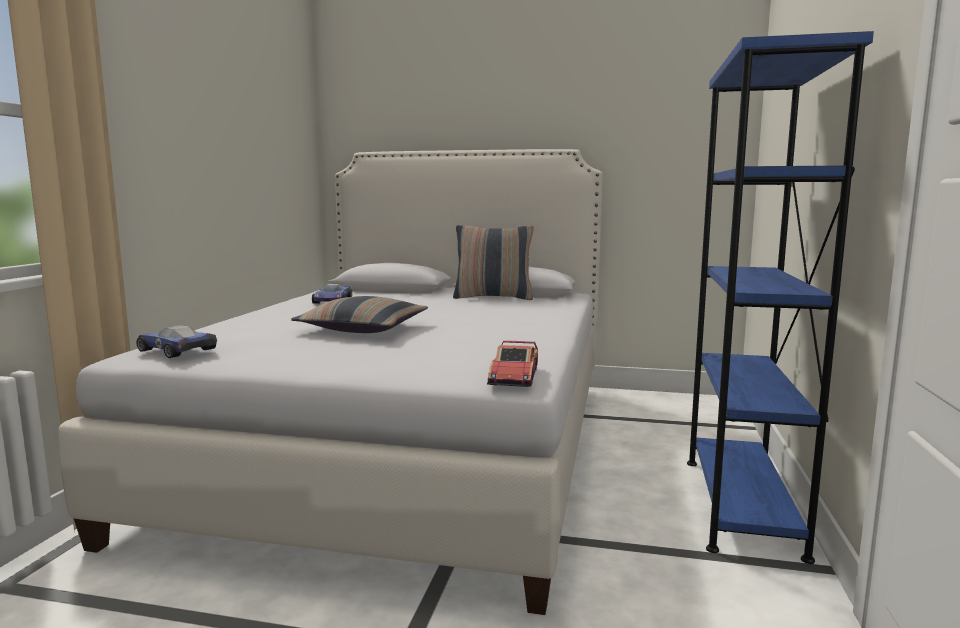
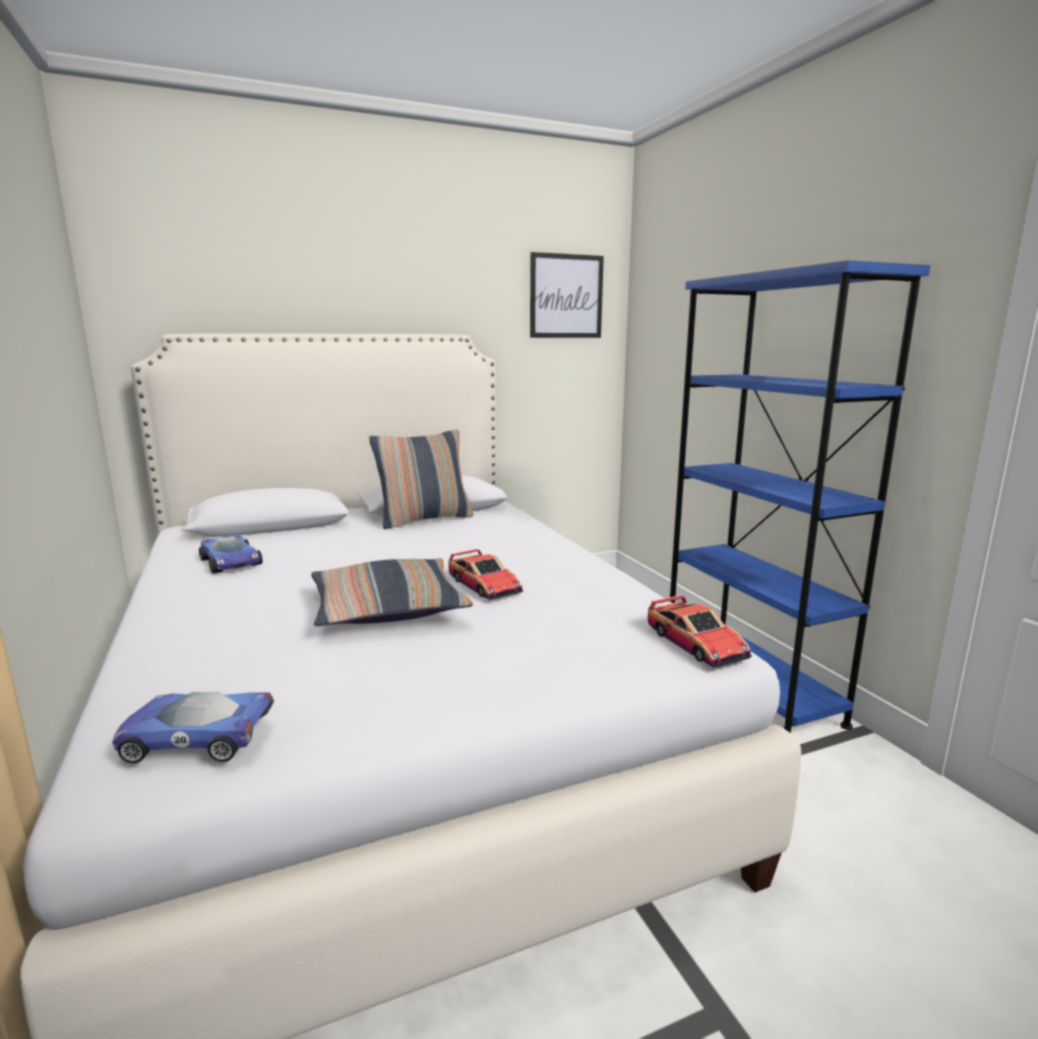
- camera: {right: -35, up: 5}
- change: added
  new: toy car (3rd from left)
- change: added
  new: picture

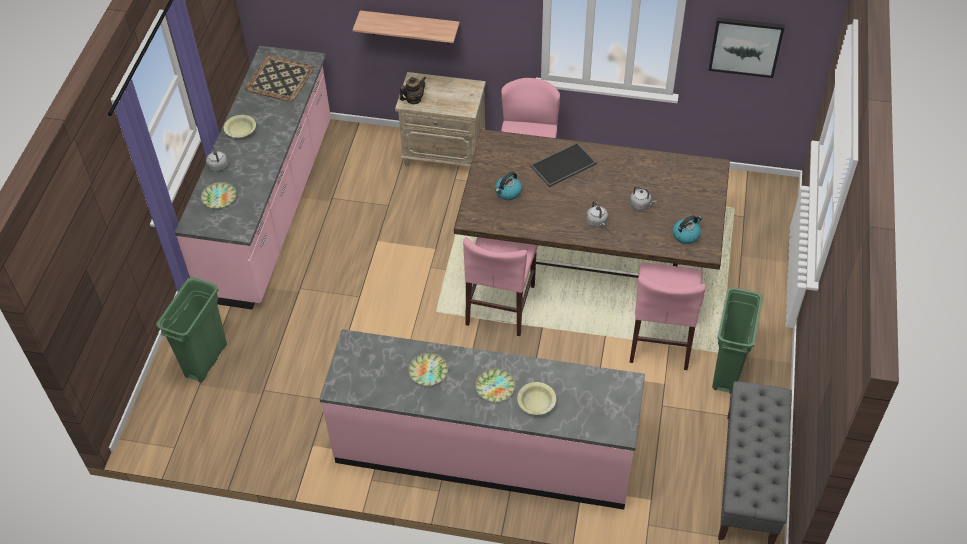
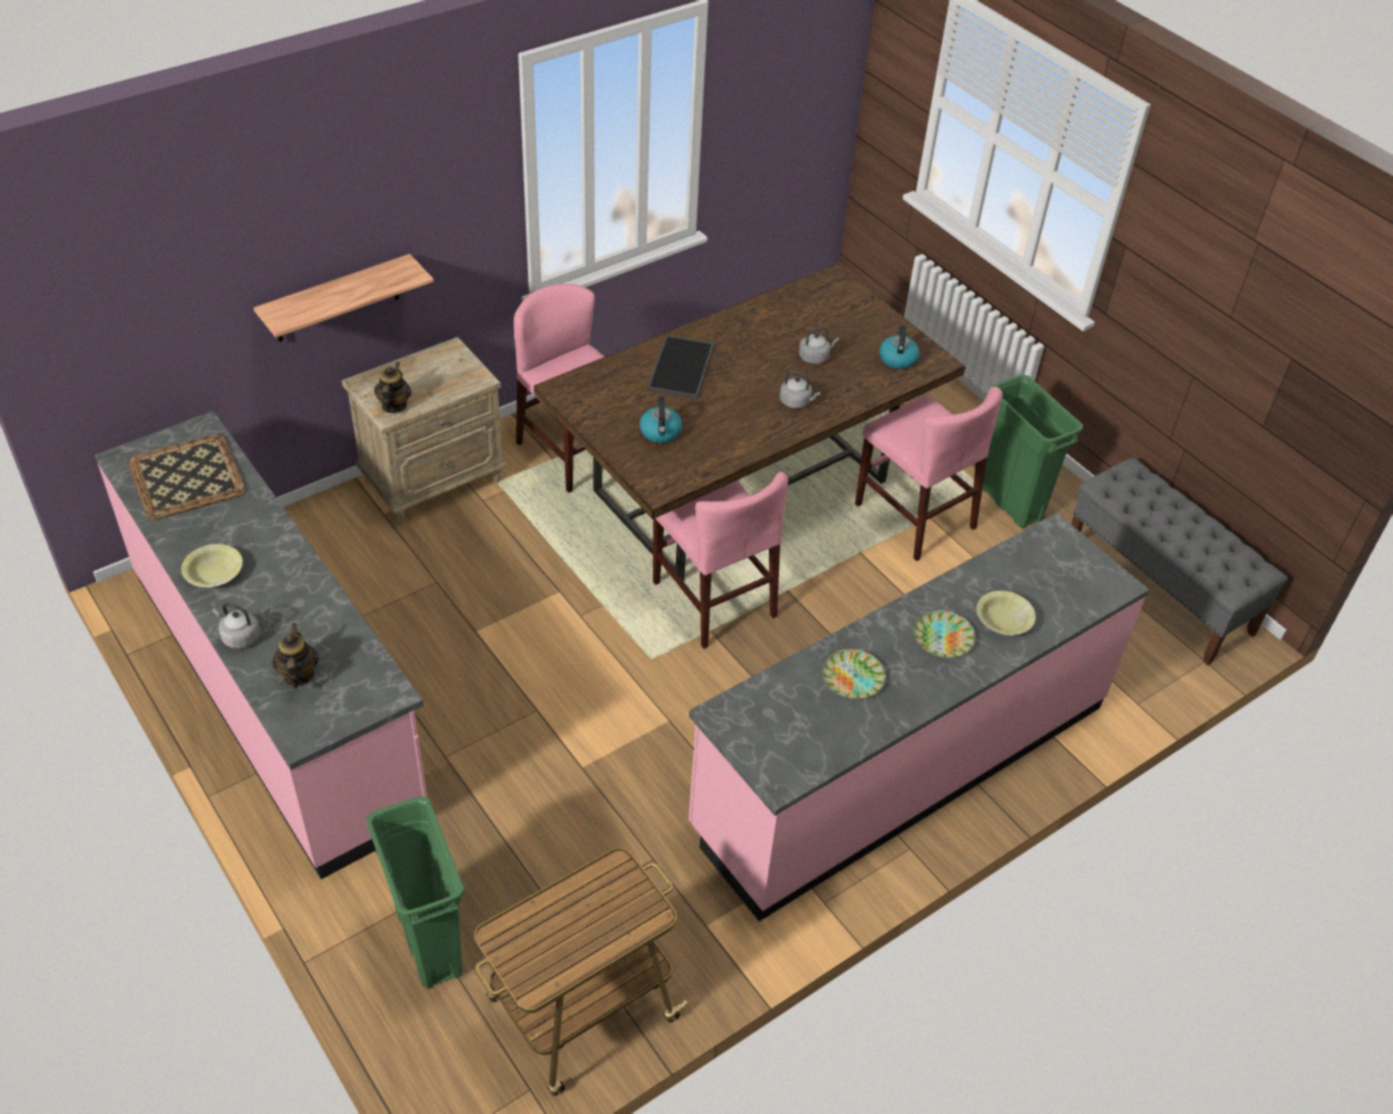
- camera: {right: -50, up: -5}
- change: removed
  old: picture
- change: added
  new: cart
- change: replaced
  old: plate (1st from left)
  new: teapot (1st from left)

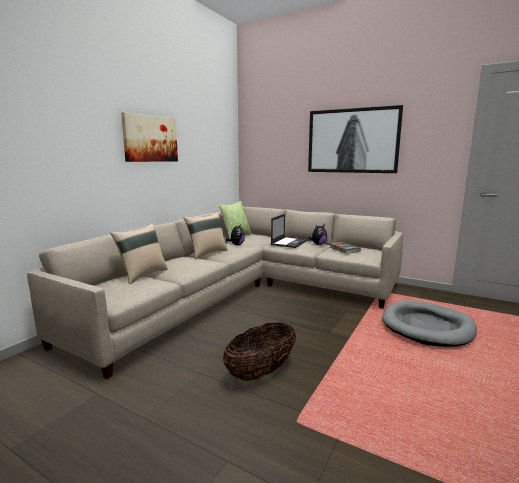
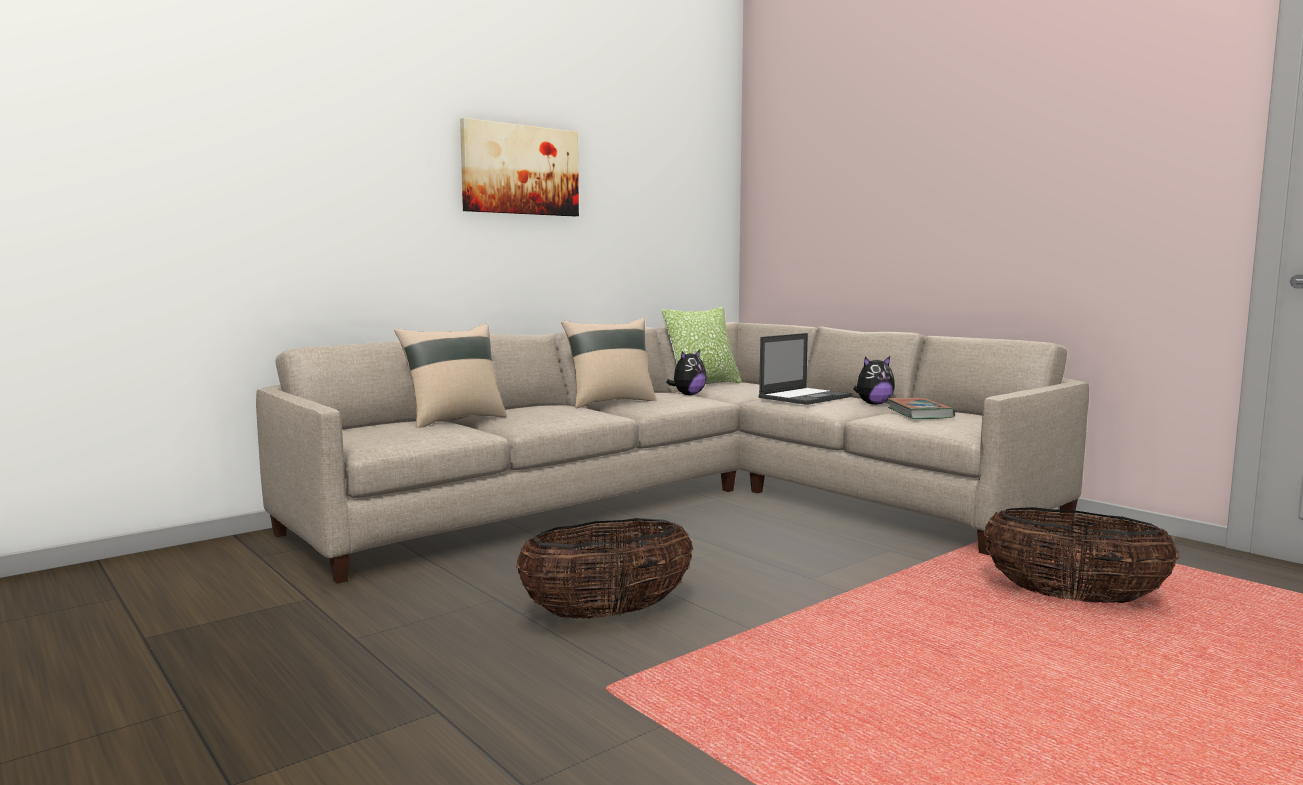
- camera: {right: 20, up: -5}
- change: removed
  old: picture (2nd from left)
- change: replaced
  old: grey dog bed
  new: basket (2nd from left)

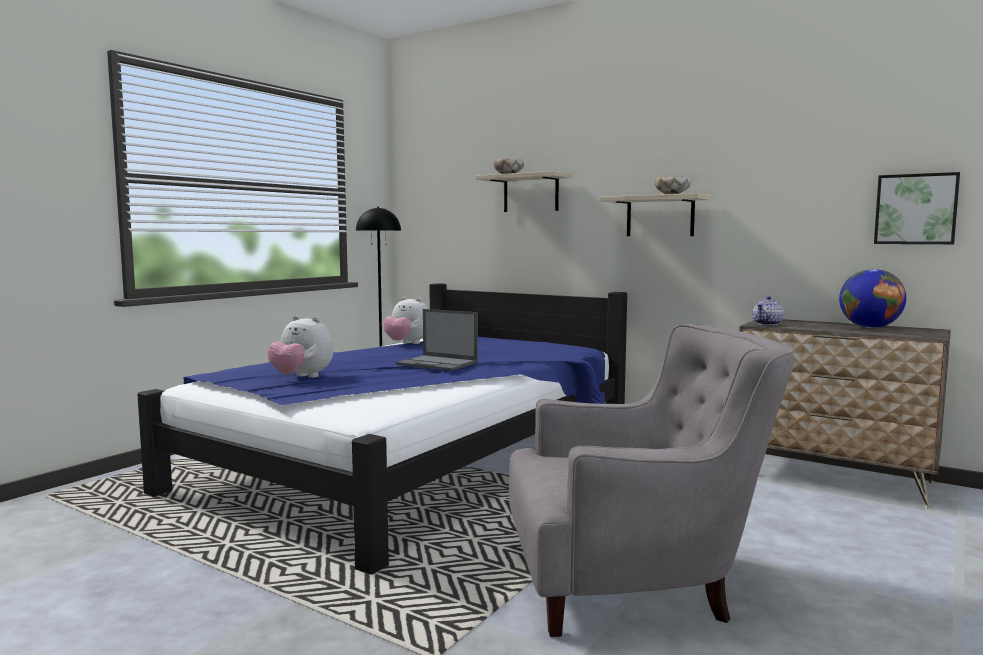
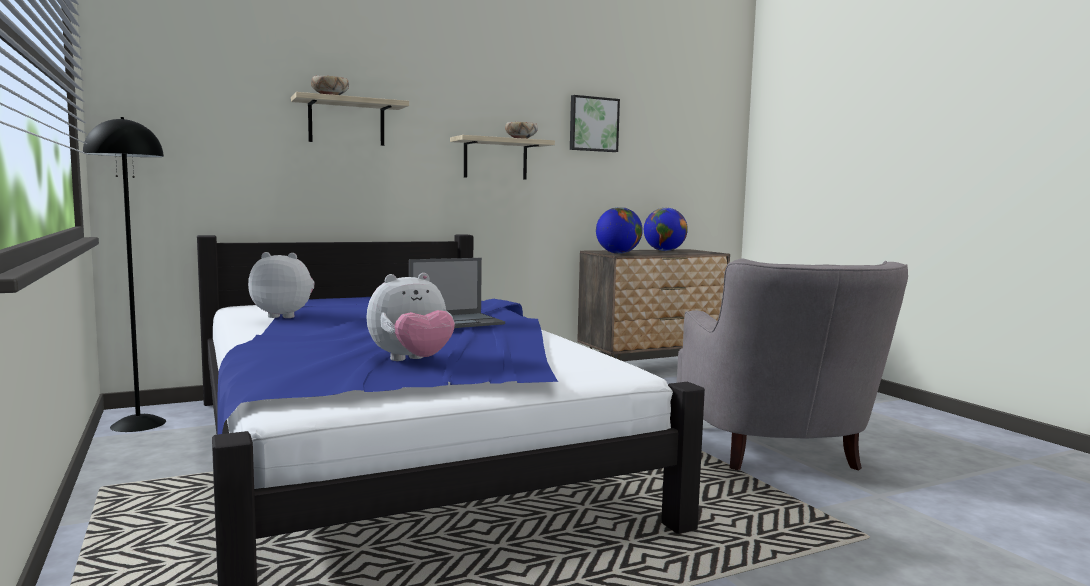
- camera: {right: -60, up: 0}
- change: moved
  old: picture
- change: replaced
  old: teapot
  new: globe (1st from left)
- change: turned
  old: plush toy (2nd from left in the first image)
  degrees: -150
- change: turned
  old: grey armchair
  degrees: 150

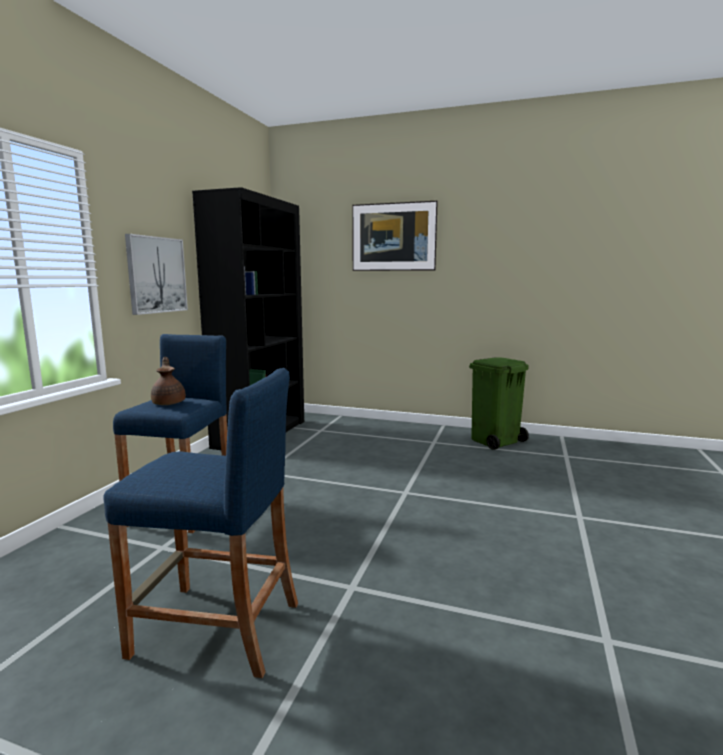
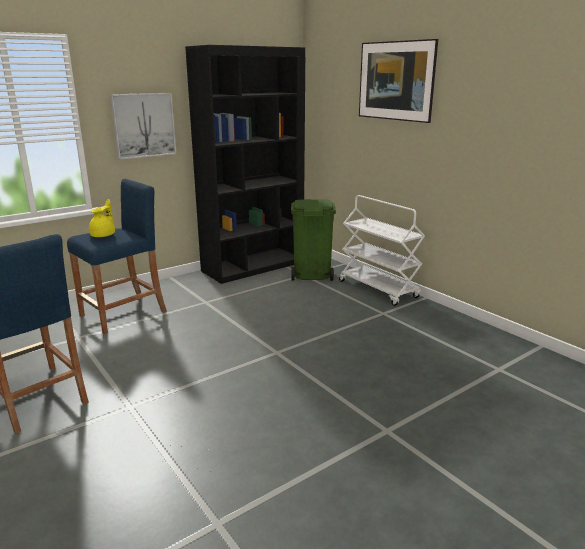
- camera: {right: 35, up: 10}
- change: added
  new: white cart
- change: moved
  old: green trash can
- change: recoloured
  old: brown teapot
  new: yellow teapot

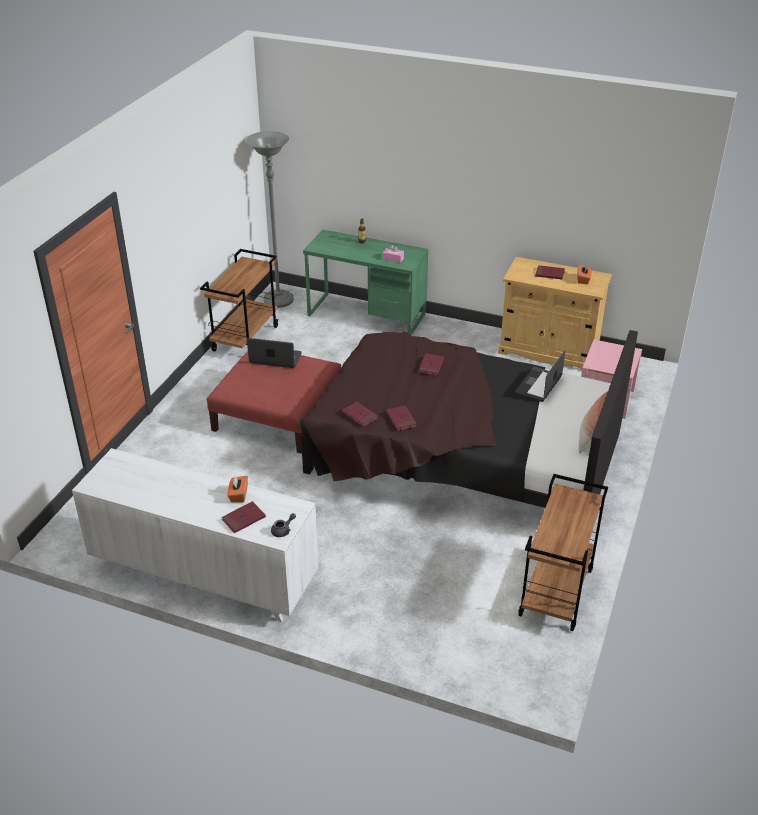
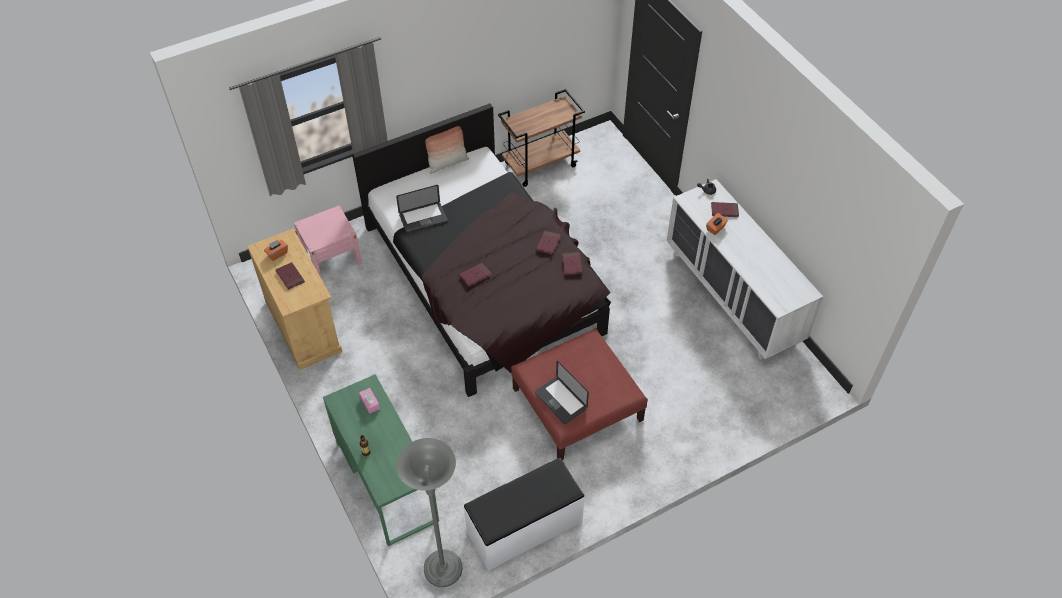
- camera: {right: -140, up: 15}
- change: replaced
  old: brown cart (1st from left)
  new: white bench

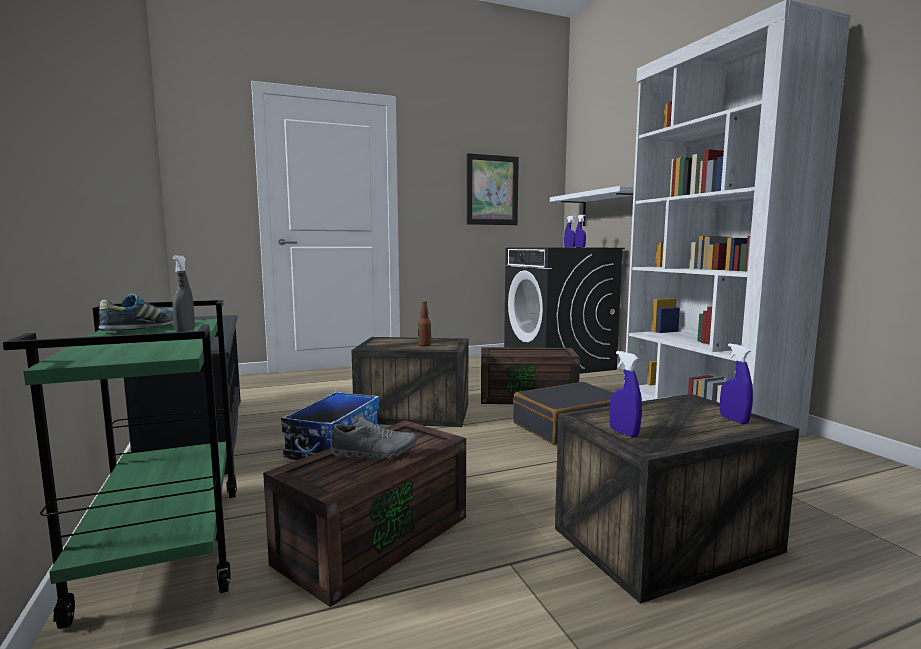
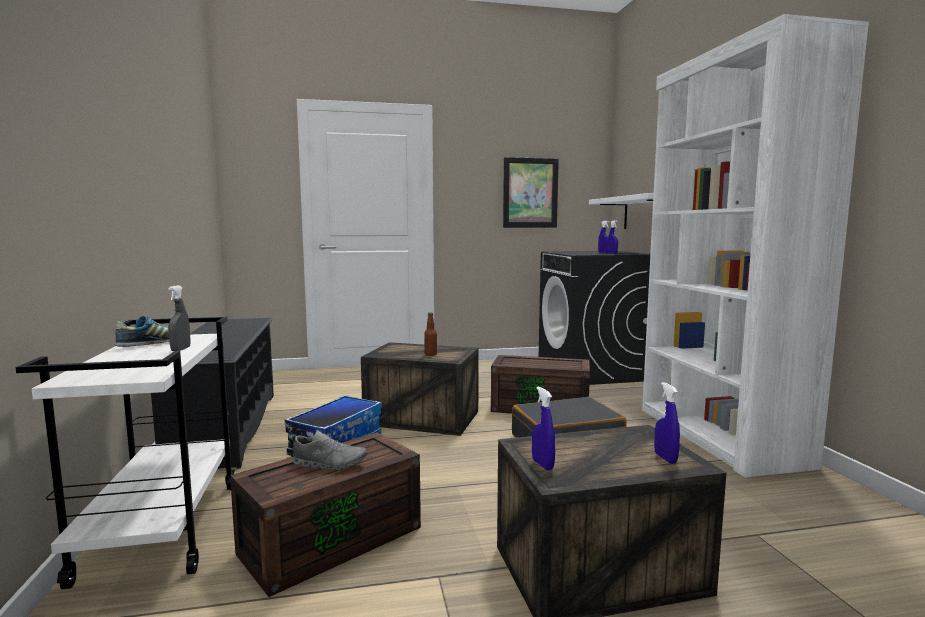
- camera: {right: 10, up: 0}
- change: recoloured
  old: green cart
  new: white cart

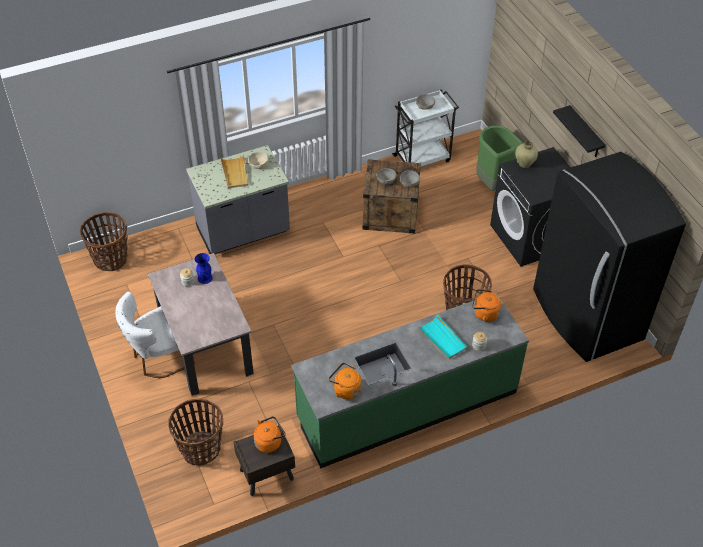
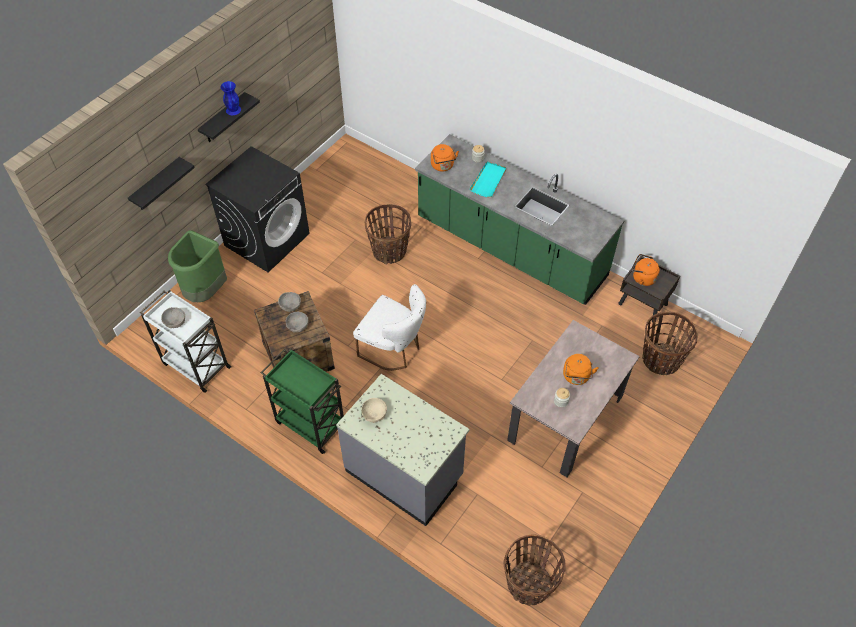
- camera: {right: -120, up: 5}
- change: removed
  old: beige tray
- change: removed
  old: beige vase
- change: removed
  old: black fridge
- change: added
  new: black shelf (1st from left)
- change: added
  new: green cart
- change: moved
  old: white chair
- change: moved
  old: blue vase
- change: moved
  old: orange kettle (2nd from left)

